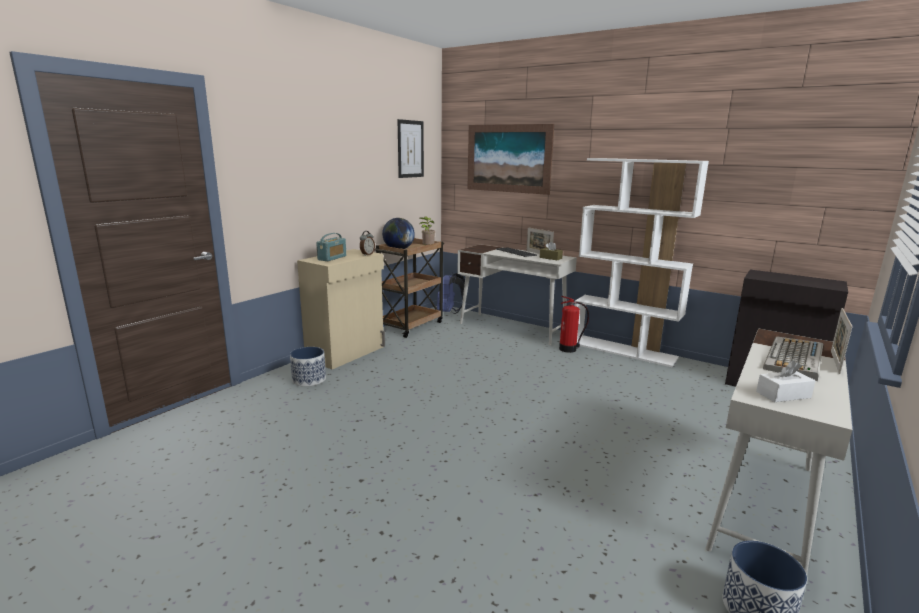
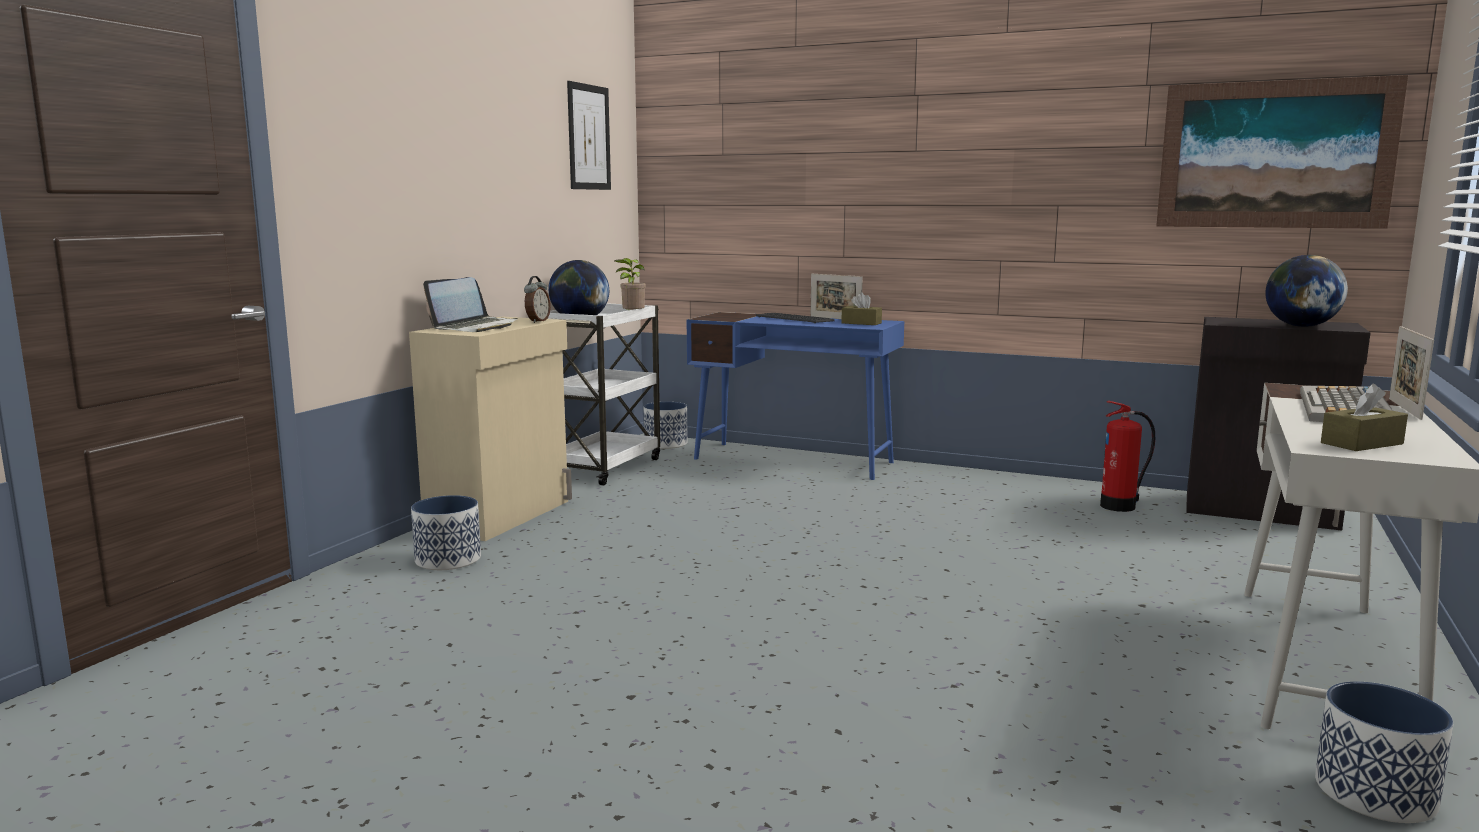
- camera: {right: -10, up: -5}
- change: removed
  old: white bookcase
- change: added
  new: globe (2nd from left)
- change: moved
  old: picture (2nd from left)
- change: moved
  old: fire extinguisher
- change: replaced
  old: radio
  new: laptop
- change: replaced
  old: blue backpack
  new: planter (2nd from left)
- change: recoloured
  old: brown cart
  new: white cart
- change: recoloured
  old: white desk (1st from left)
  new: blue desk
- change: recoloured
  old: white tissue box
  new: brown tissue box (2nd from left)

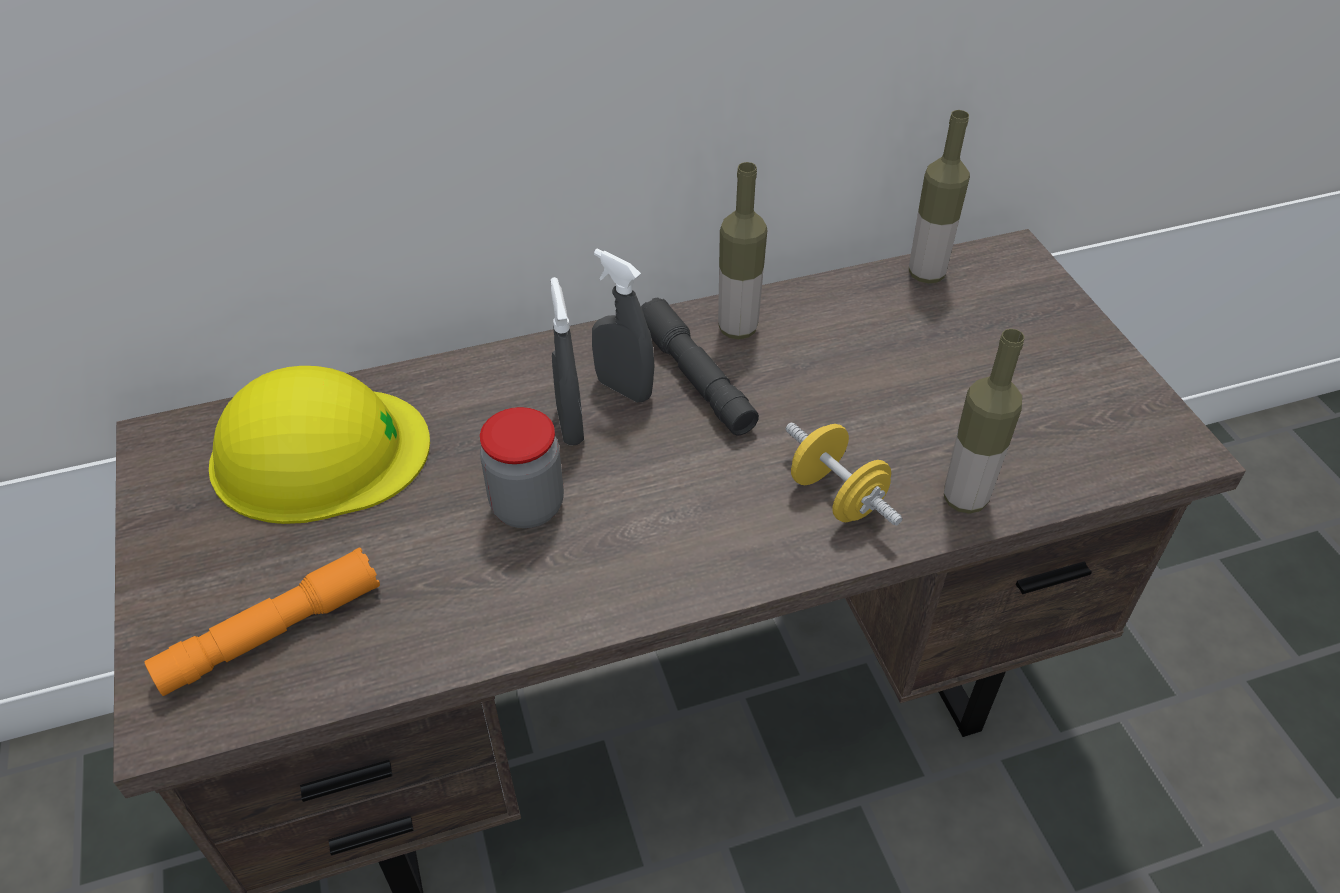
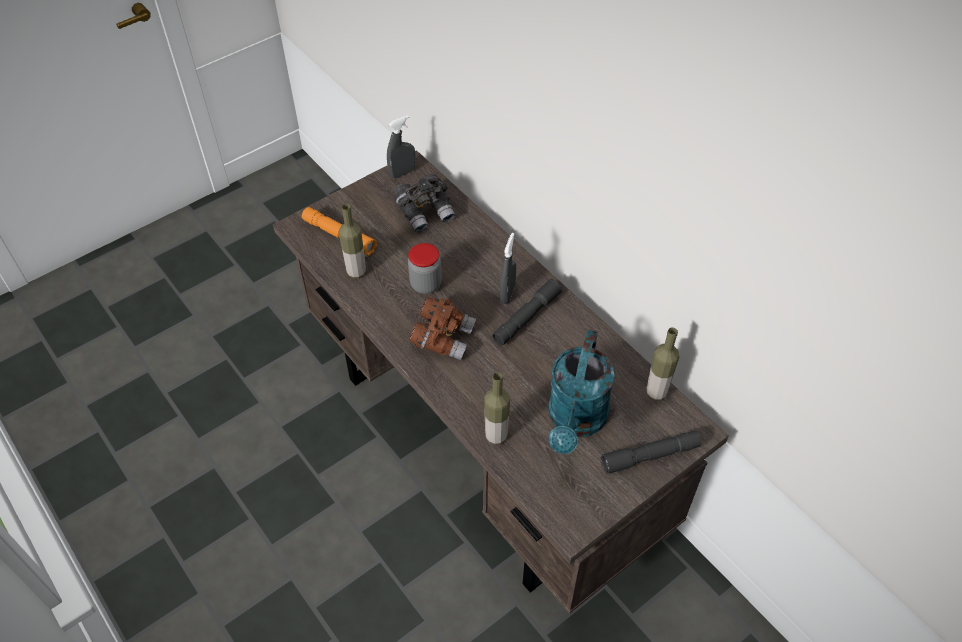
- camera: {right: 70, up: 5}
- change: removed
  old: yellow dumbbell
- change: added
  new: brown binoculars
- change: added
  new: turquoise watering can
- change: added
  new: grey flashlight (2nd from left)
- change: moved
  old: grey spray bottle (1st from left)
- change: moved
  old: bottle (1st from left)
- change: replaced
  old: yellow hard hat
  new: grey binoculars

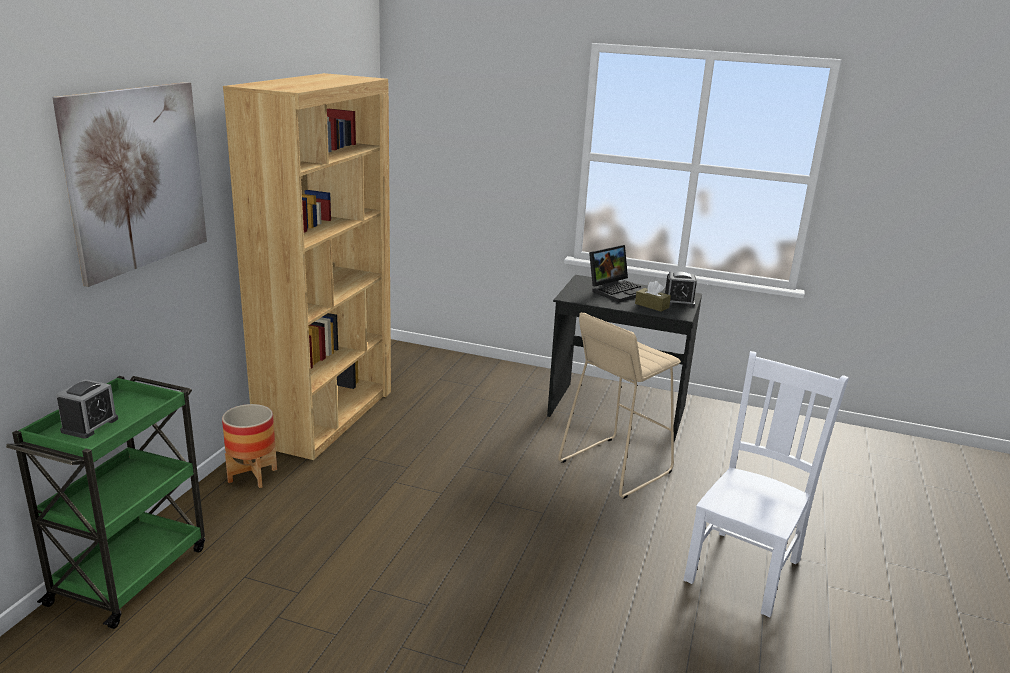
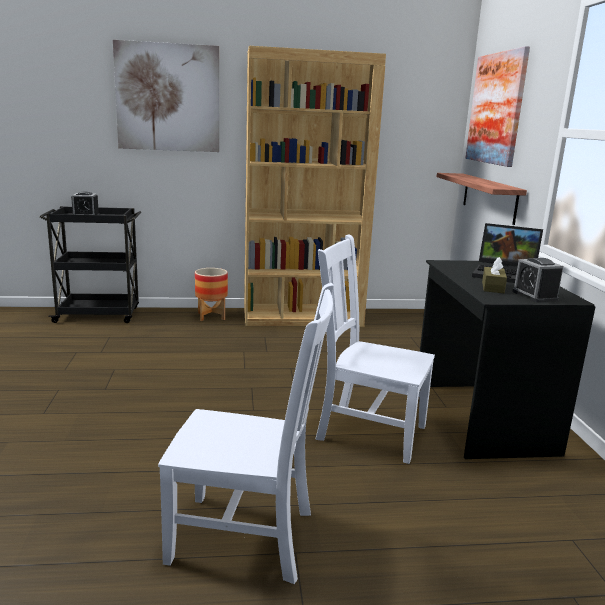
- camera: {right: 65, up: -5}
- change: added
  new: shelf
- change: added
  new: picture (2nd from left)
- change: replaced
  old: beige stool
  new: white chair (2nd from left)
- change: recoloured
  old: green cart
  new: black cart

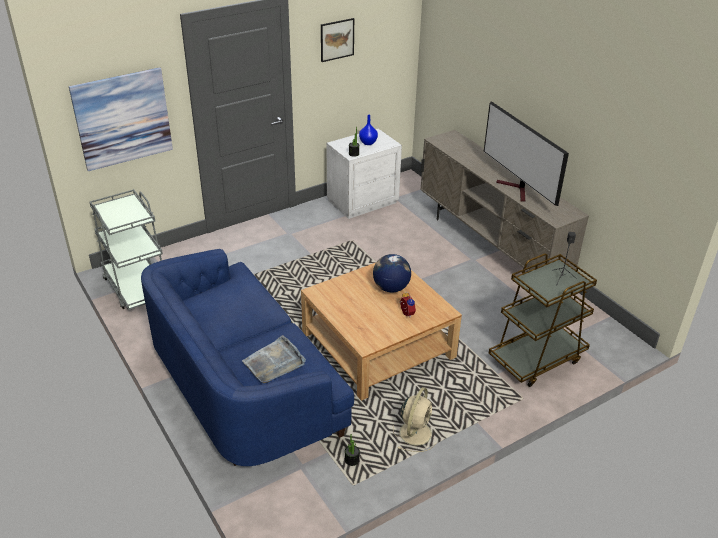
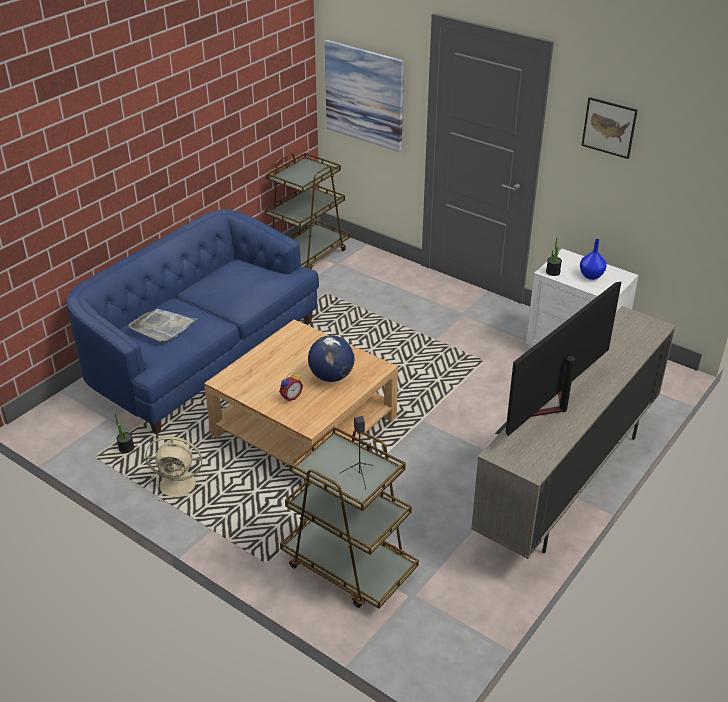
- camera: {right: 70, up: 0}
- change: recoloured
  old: grey cart
  new: brown cart (1st from left)

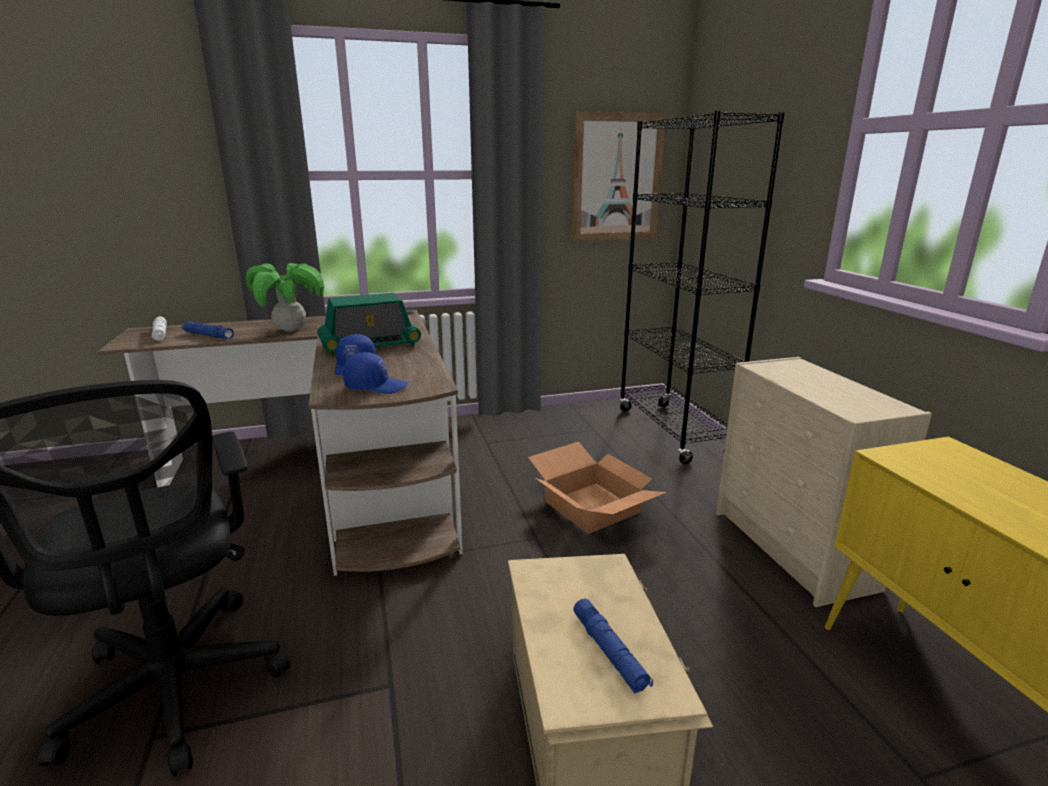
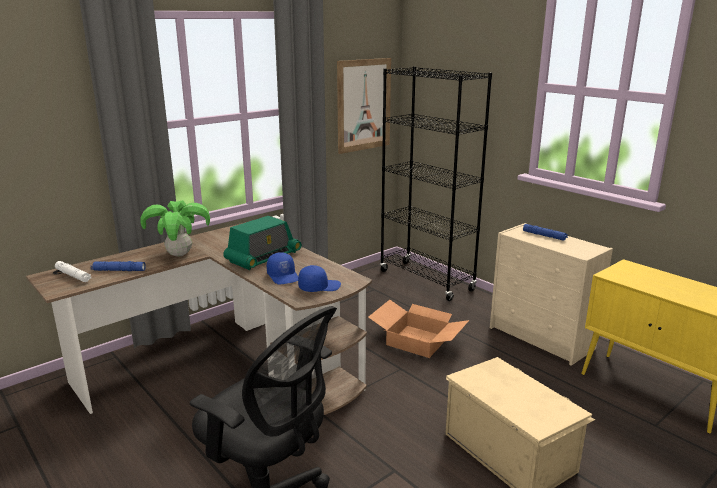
- camera: {right: -25, up: 0}
- change: moved
  old: blue flashlight (2nd from left)

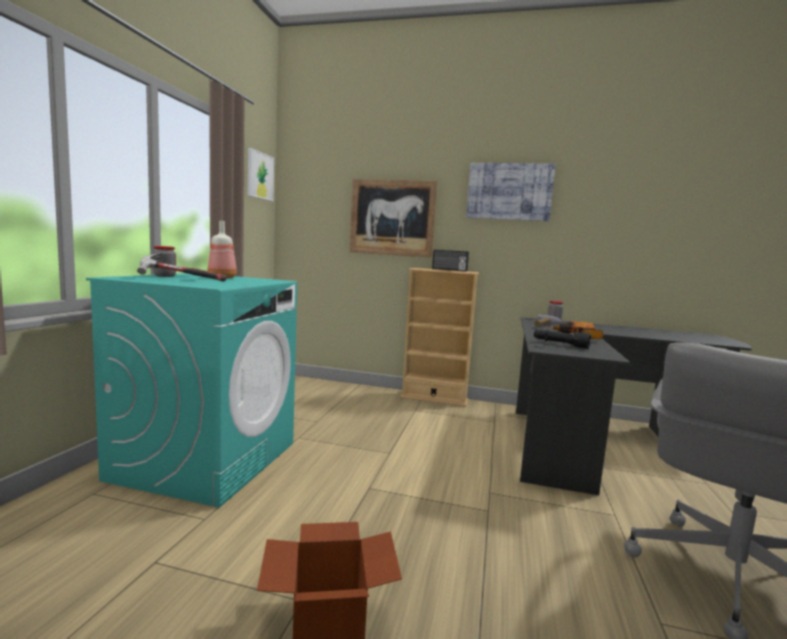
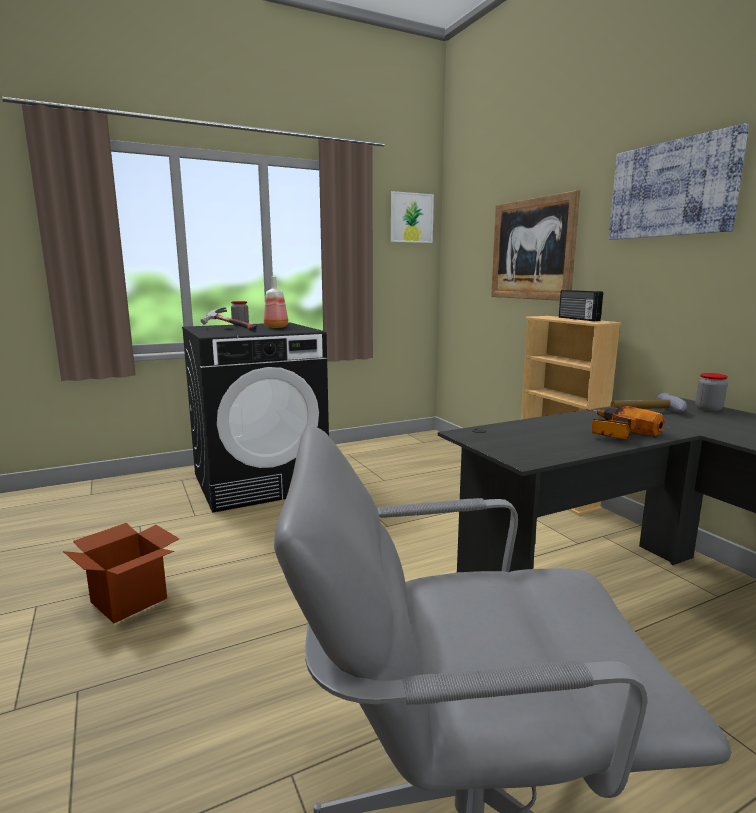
- camera: {right: 50, up: 5}
- change: removed
  old: black flashlight
- change: recoloured
  old: turquoise washing machine
  new: black washing machine

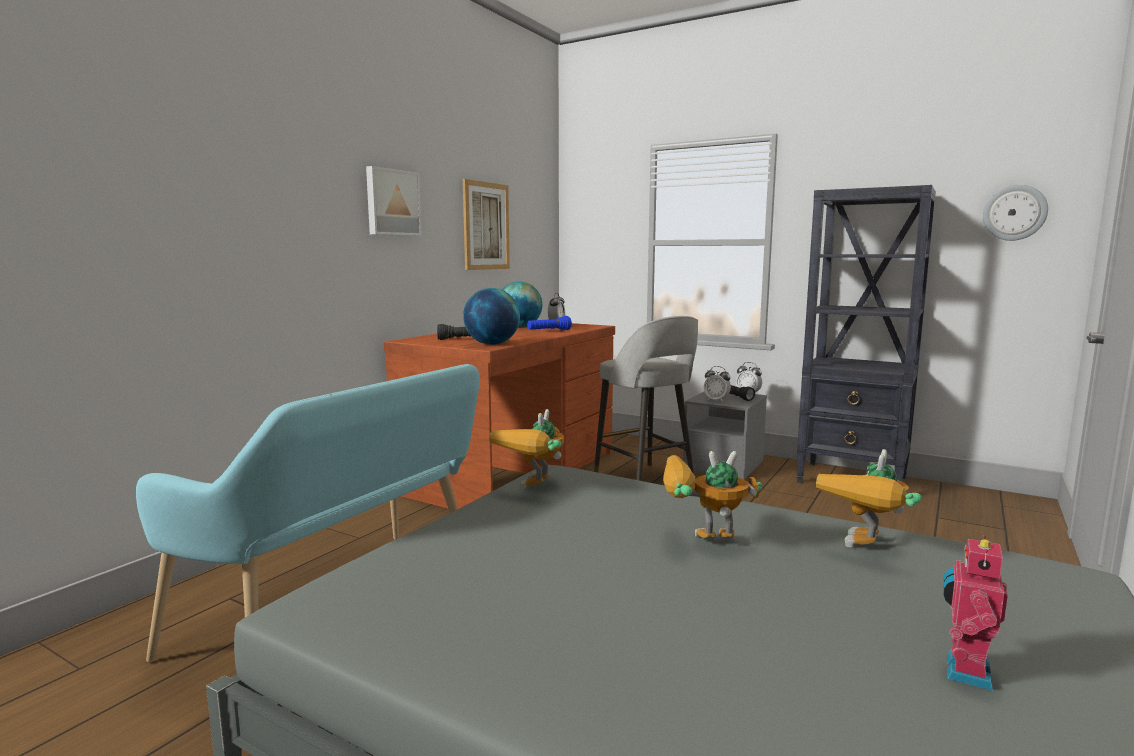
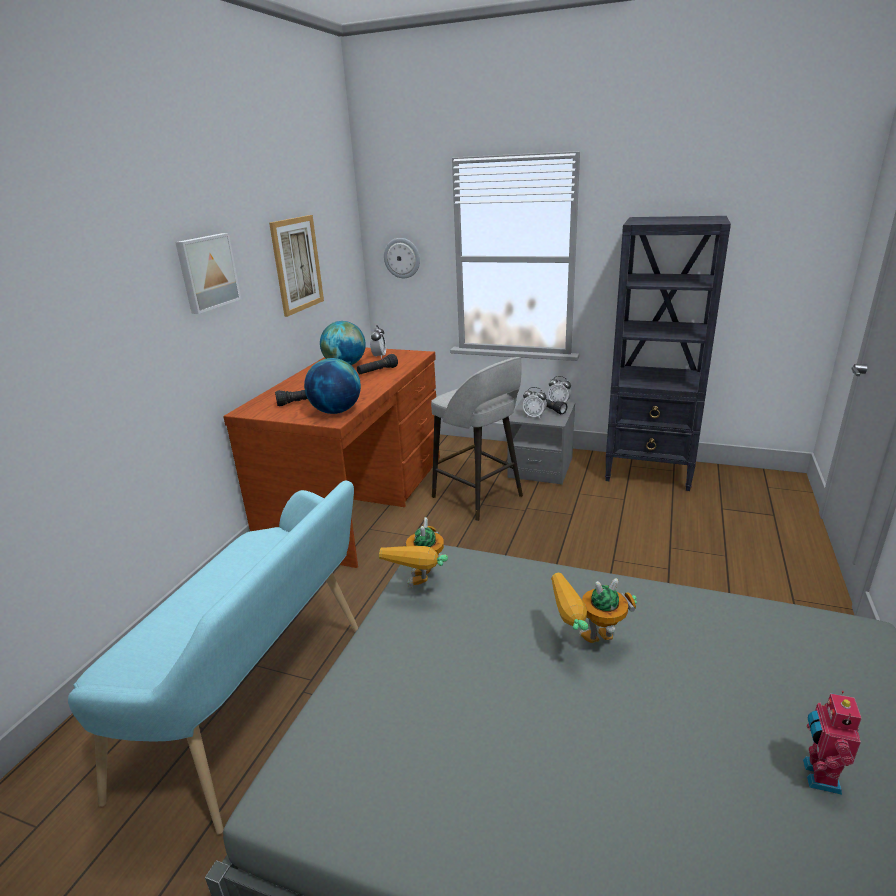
- camera: {right: -10, up: 15}
- change: removed
  old: toy robot (3rd from left)
- change: moved
  old: wall clock
- change: recoloured
  old: blue flashlight
  new: black flashlight (2nd from left)

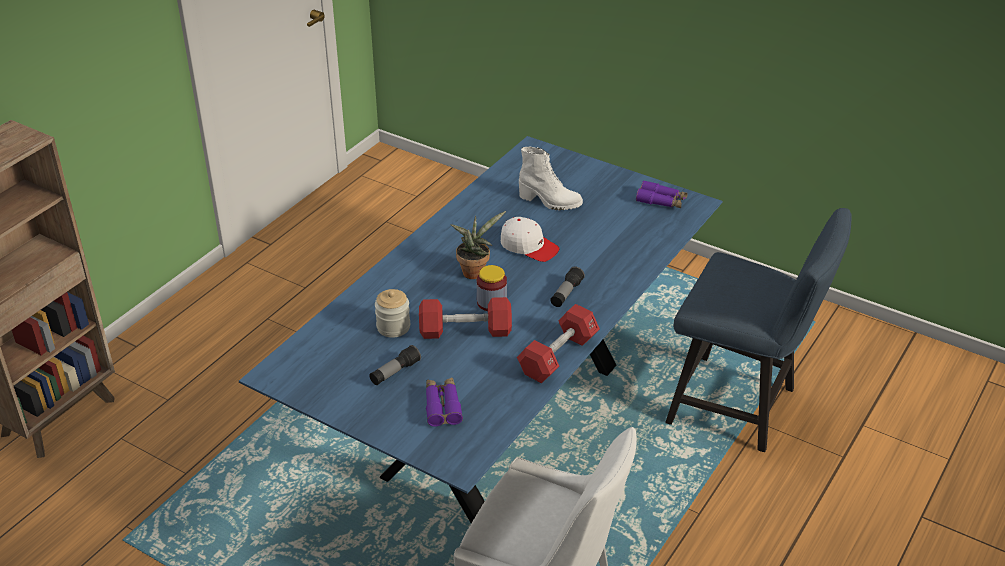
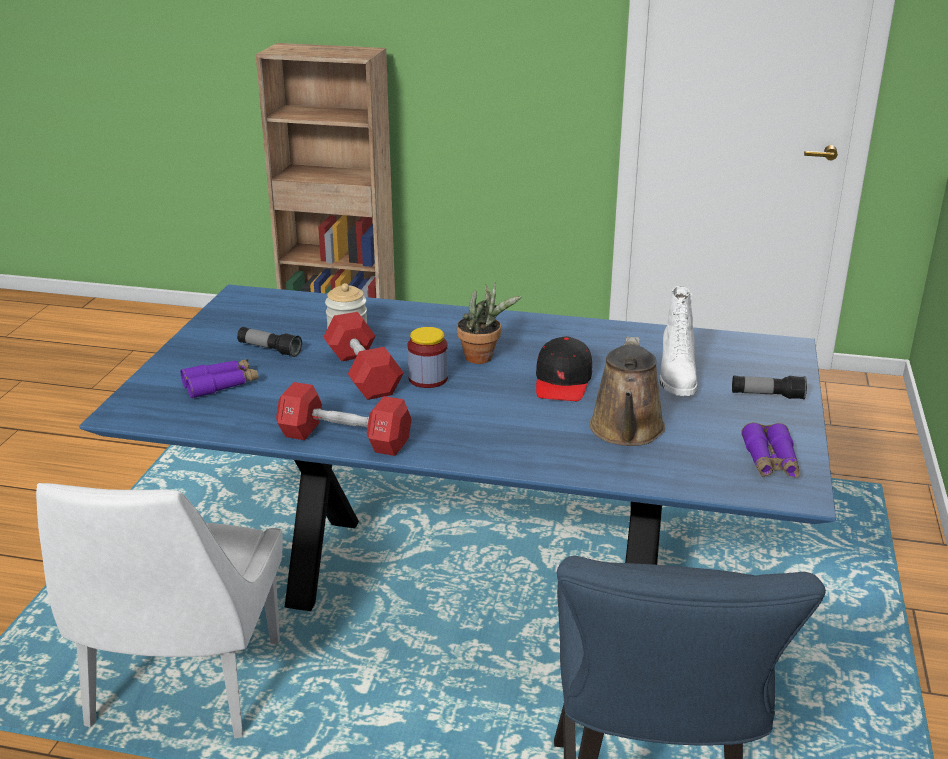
- camera: {right: 70, up: -10}
- change: added
  new: brown watering can
- change: moved
  old: flashlight (2nd from left)
- change: recoloured
  old: white cap
  new: black cap

